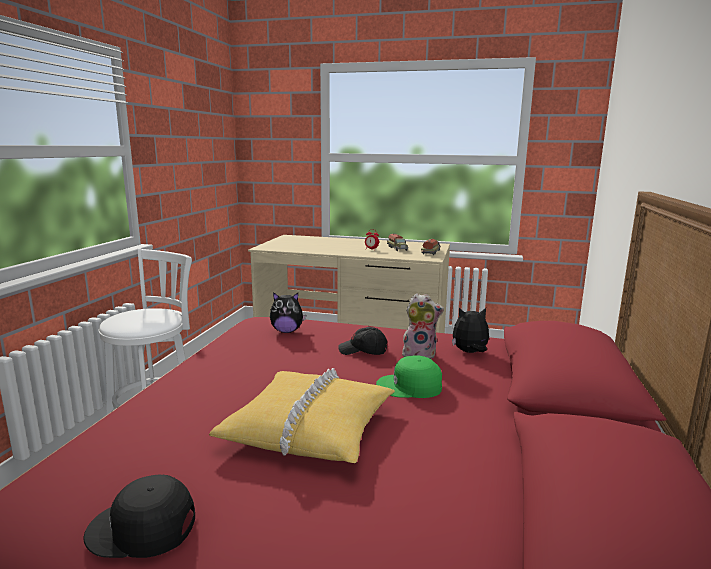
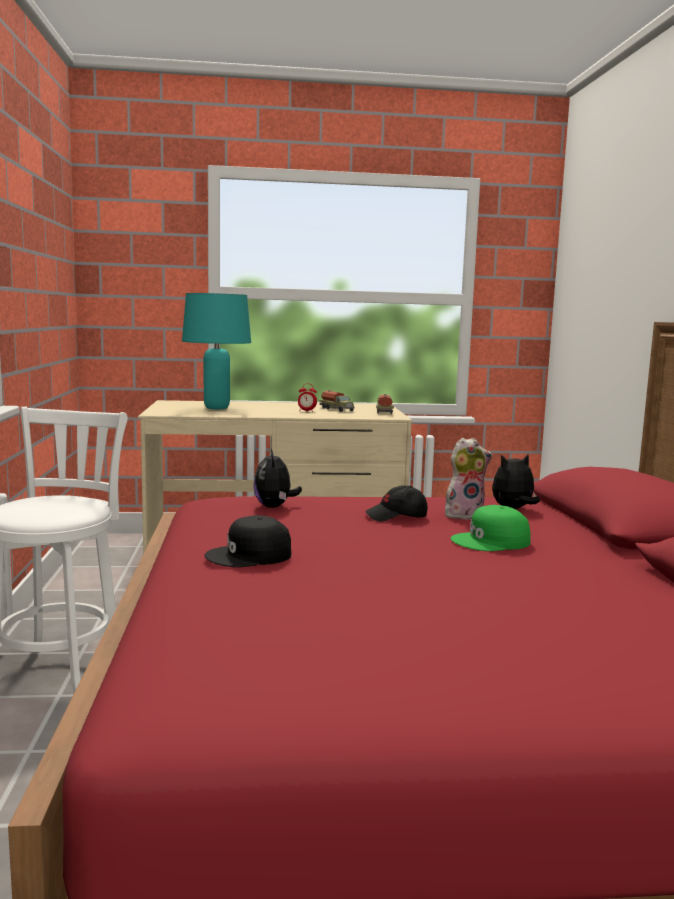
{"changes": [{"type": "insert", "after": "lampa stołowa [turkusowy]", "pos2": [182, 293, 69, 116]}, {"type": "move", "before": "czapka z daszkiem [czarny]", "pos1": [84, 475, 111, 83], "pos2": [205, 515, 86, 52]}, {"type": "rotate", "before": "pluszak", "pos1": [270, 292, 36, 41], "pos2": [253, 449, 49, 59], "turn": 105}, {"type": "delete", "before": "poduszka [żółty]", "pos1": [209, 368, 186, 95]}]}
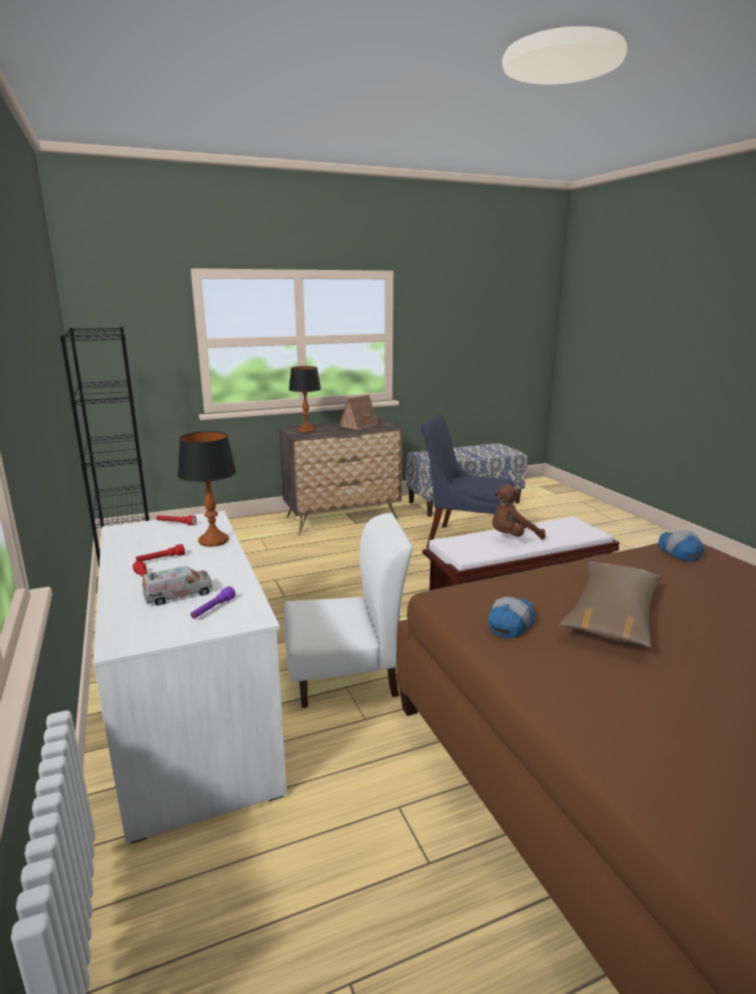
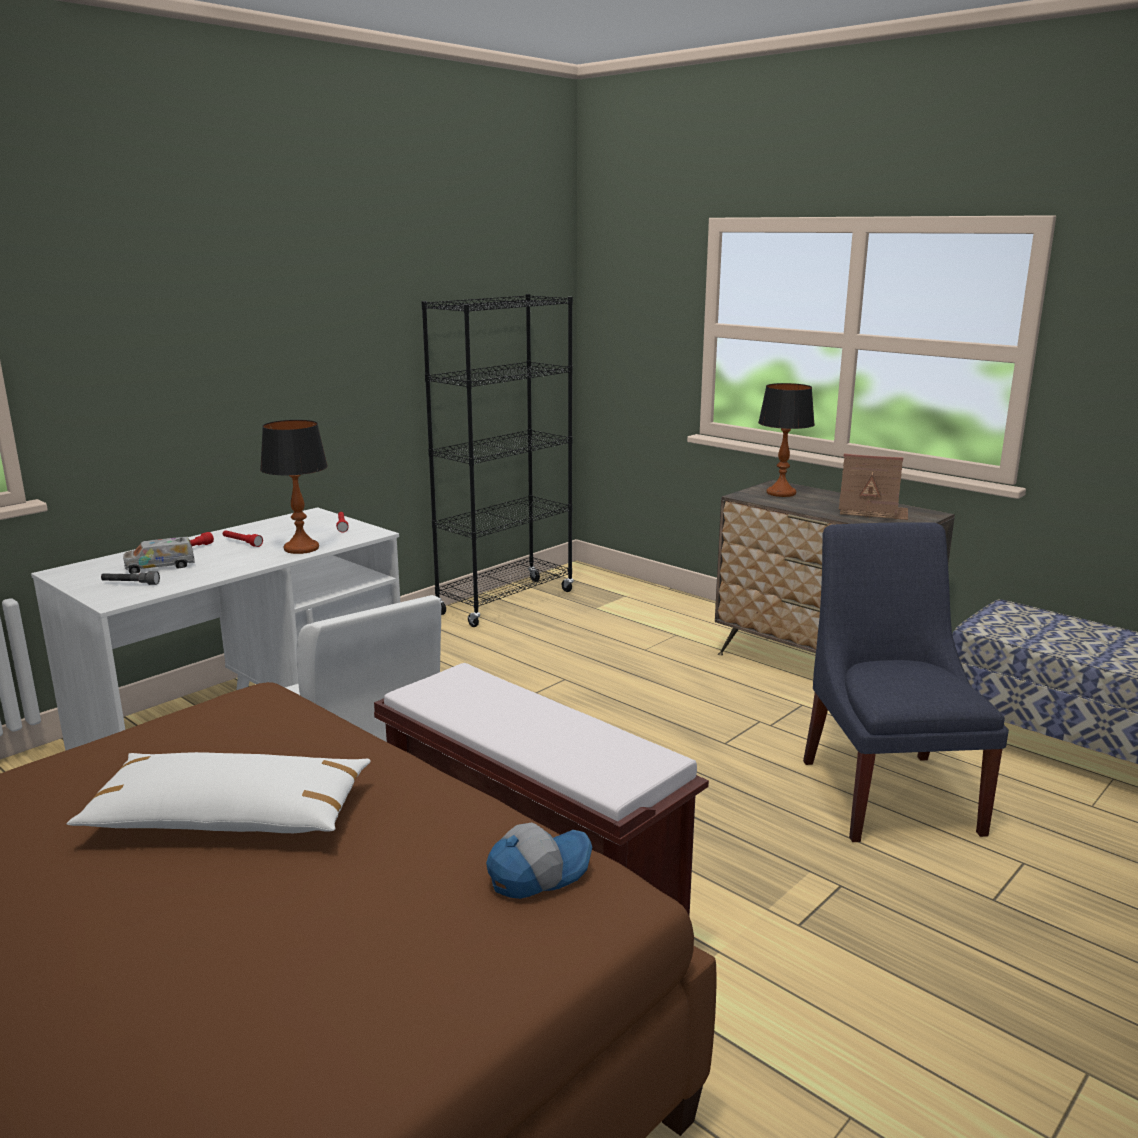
{"changes": [{"type": "recolor", "before": "poduszka [brązowy]", "after": "poduszka [biały]", "pos1": [559, 561, 103, 86], "pos2": [66, 752, 305, 81]}, {"type": "recolor", "before": "latarka [fioletowy]", "after": "latarka [szary]", "pos1": [190, 586, 46, 33], "pos2": [101, 571, 59, 14]}, {"type": "rotate", "before": "ciężarówka zabawkowa", "pos1": [142, 566, 71, 40], "pos2": [123, 537, 72, 37], "turn": 120}, {"type": "delete", "before": "czapka z daszkiem", "pos1": [488, 597, 48, 41]}, {"type": "delete", "before": "pluszak [brązowy]", "pos1": [492, 484, 54, 56]}]}
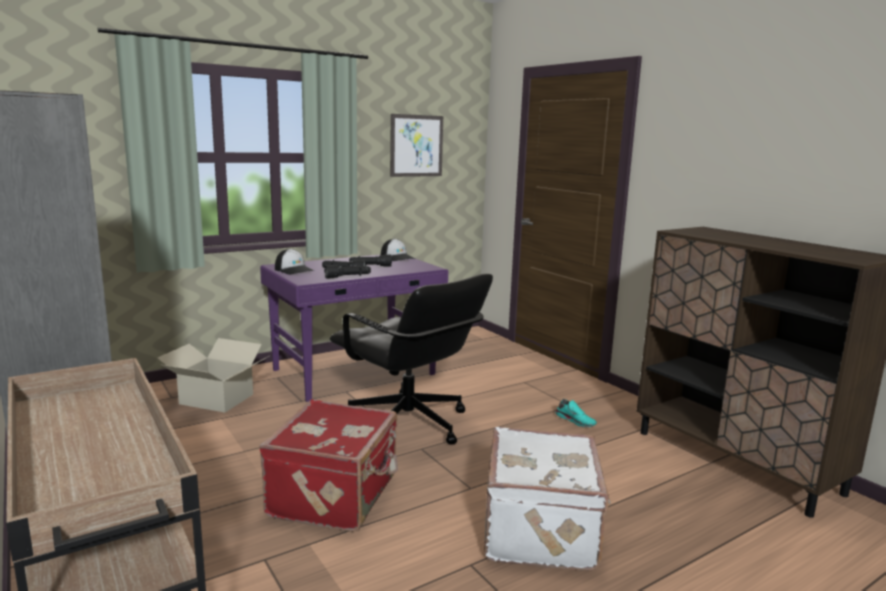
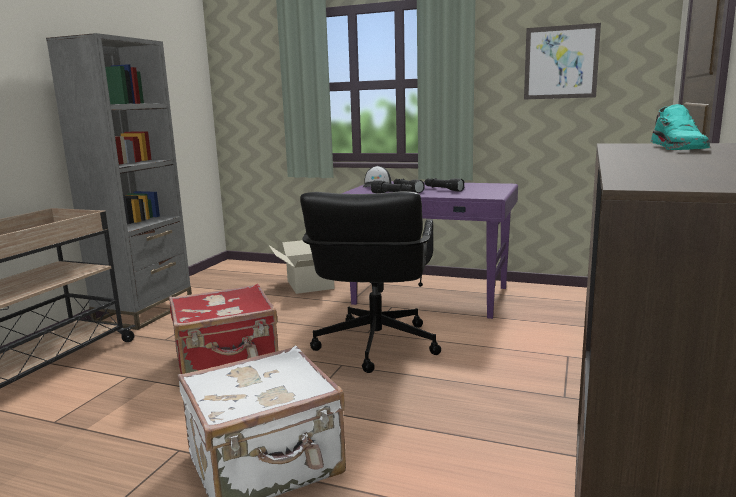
{"changes": [{"type": "move", "before": "but [turkusowy]", "pos1": [555, 399, 42, 28], "pos2": [651, 104, 59, 46]}, {"type": "delete", "before": "czapka z daszkiem", "pos1": [381, 239, 34, 22]}]}
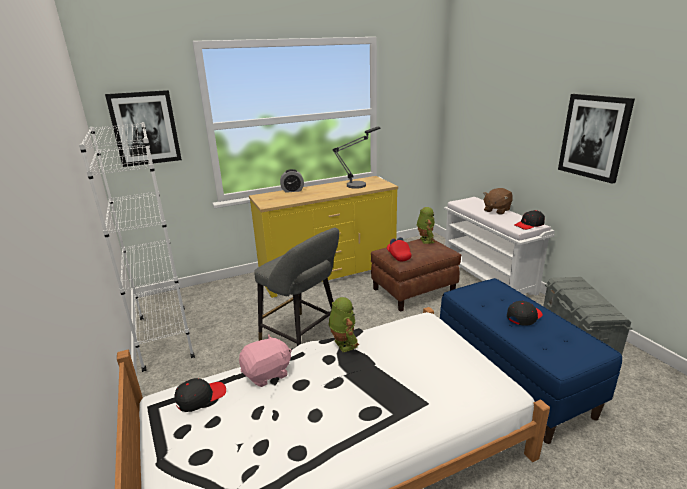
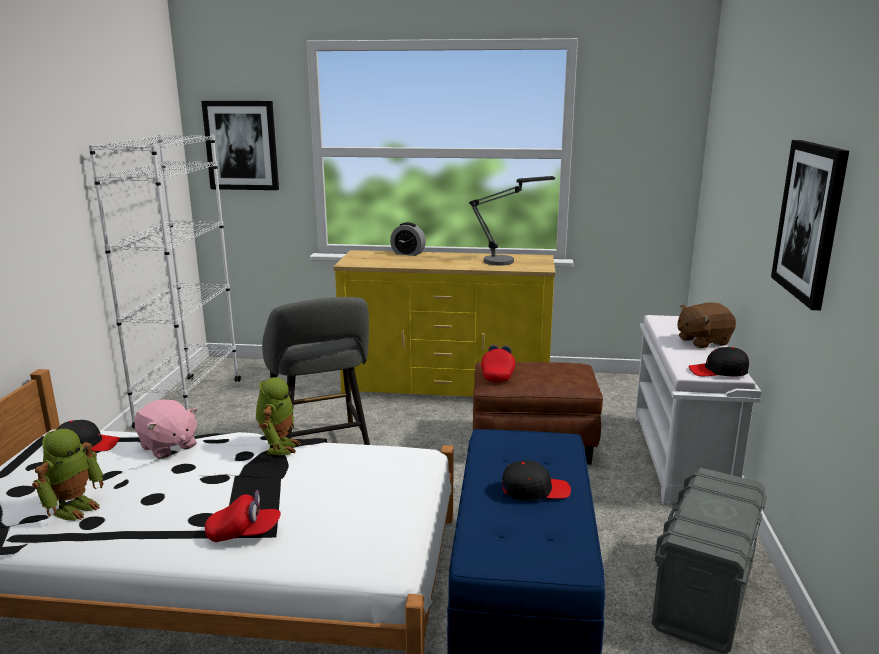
{"changes": [{"type": "move", "before": "robot zabawkowy", "pos1": [417, 207, 18, 37], "pos2": [32, 429, 72, 92]}, {"type": "rotate", "before": "pluszak [różowy]", "pos1": [239, 335, 53, 52], "pos2": [135, 400, 63, 59], "turn": 45}, {"type": "insert", "after": "czapka z daszkiem [czerwony]", "pos2": [205, 490, 76, 52]}]}
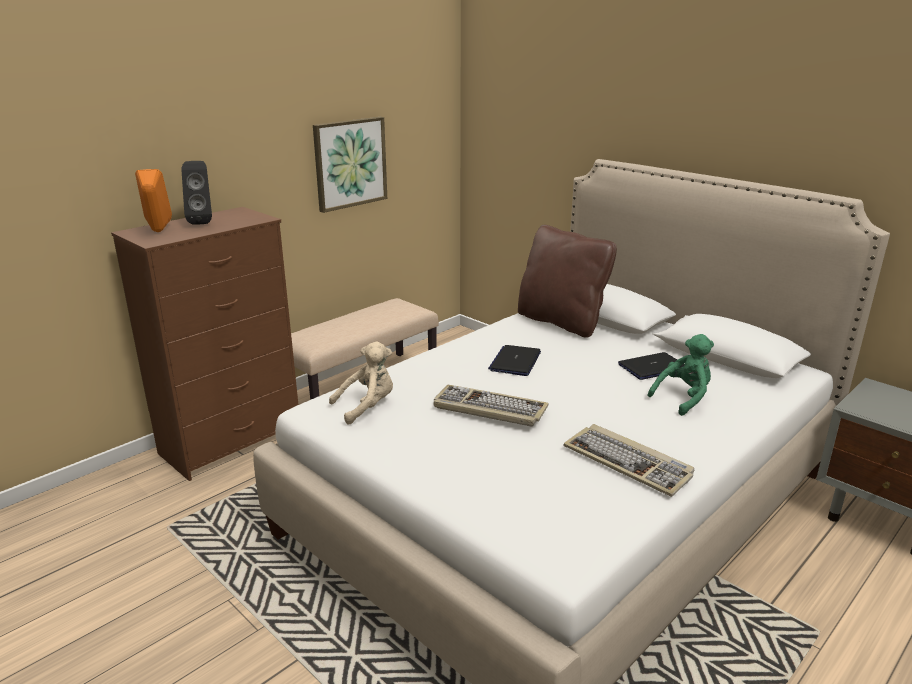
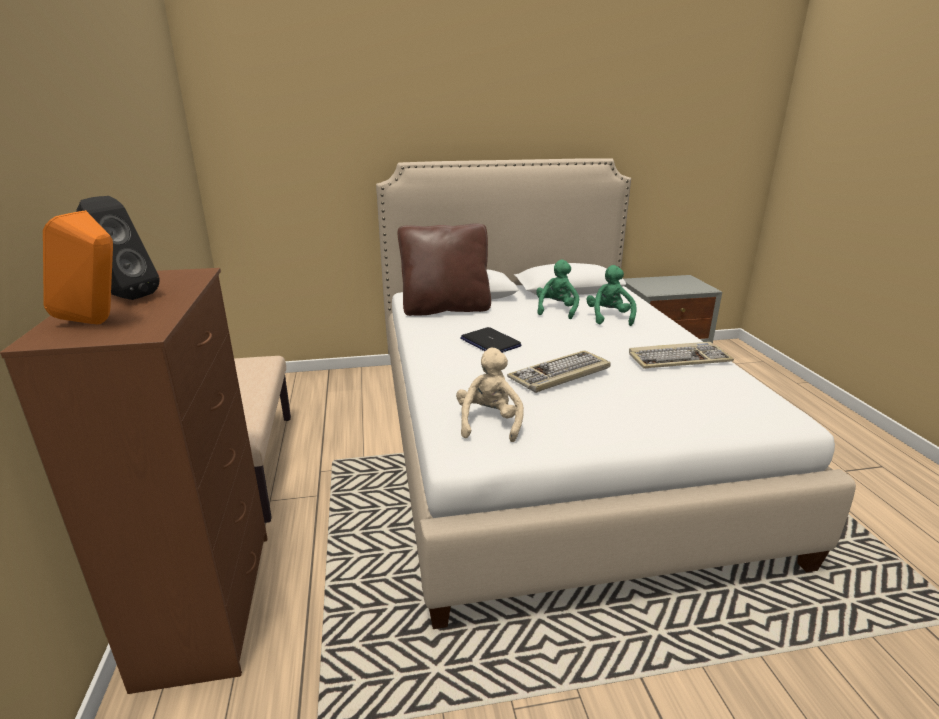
{"changes": [{"type": "replace", "before": "laptop", "after": "pluszak [zielony]", "pos1": [618, 352, 67, 28], "pos2": [536, 260, 43, 59]}, {"type": "delete", "before": "obraz", "pos1": [313, 117, 74, 96]}]}
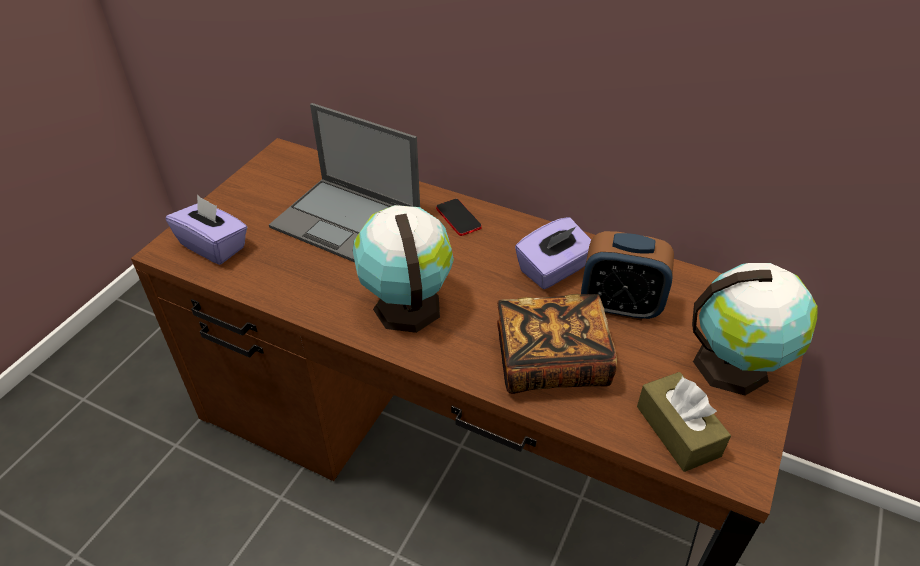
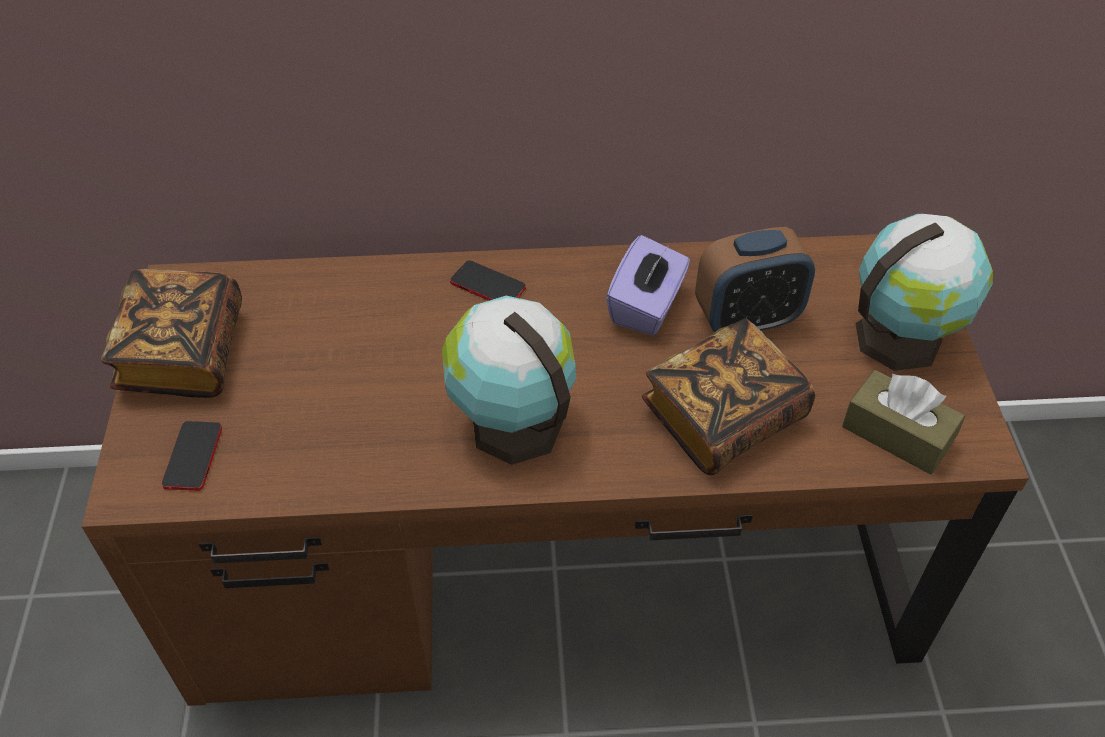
{"changes": [{"type": "insert", "after": "książka", "pos2": [101, 269, 141, 129]}, {"type": "replace", "before": "pudełko chusteczek [fioletowy]", "after": "telefon", "pos1": [166, 194, 81, 71], "pos2": [162, 421, 60, 70]}, {"type": "delete", "before": "laptop", "pos1": [269, 103, 151, 159]}]}
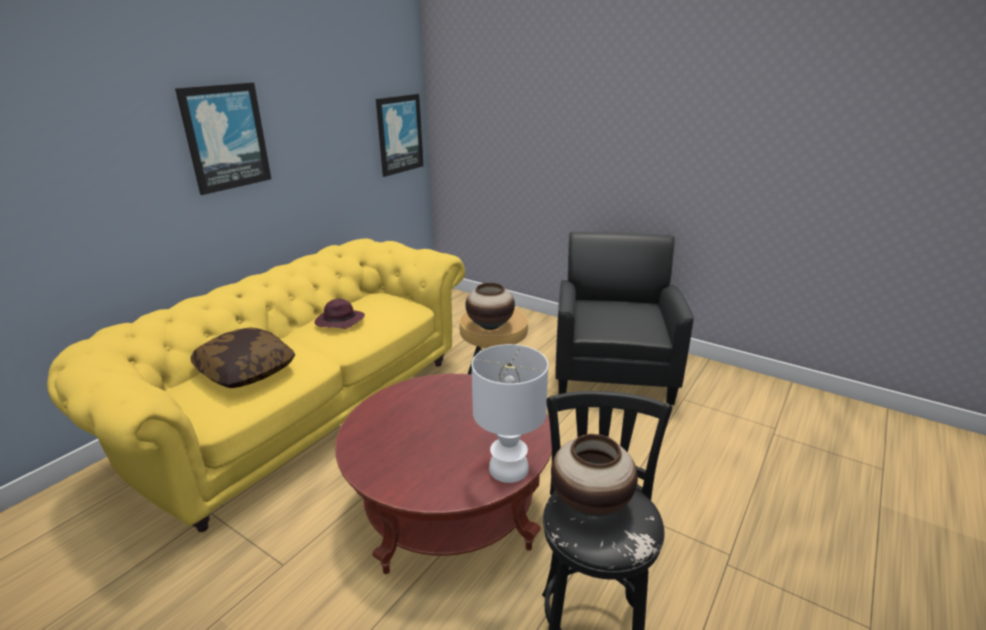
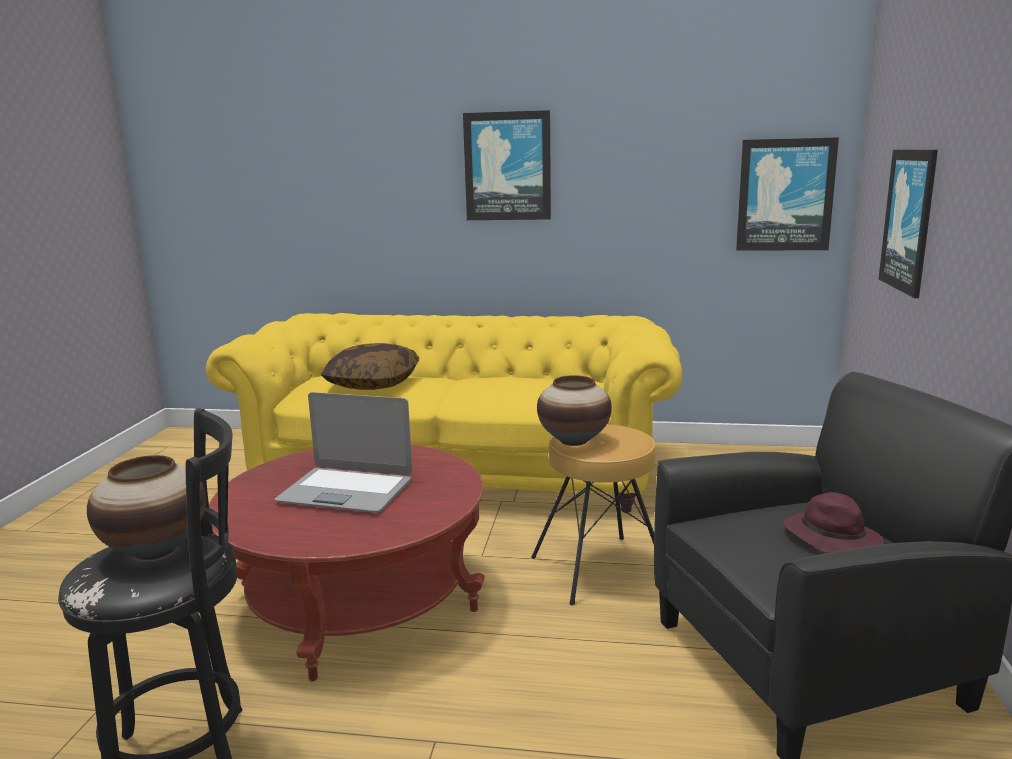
{"changes": [{"type": "insert", "after": "laptop", "pos2": [275, 392, 138, 121]}, {"type": "move", "before": "kapelusz [fioletowy]", "pos1": [314, 299, 51, 30], "pos2": [783, 492, 101, 60]}, {"type": "insert", "after": "obraz", "pos2": [879, 150, 59, 148]}, {"type": "delete", "before": "lampa stołowa [biały]", "pos1": [472, 344, 76, 139]}]}
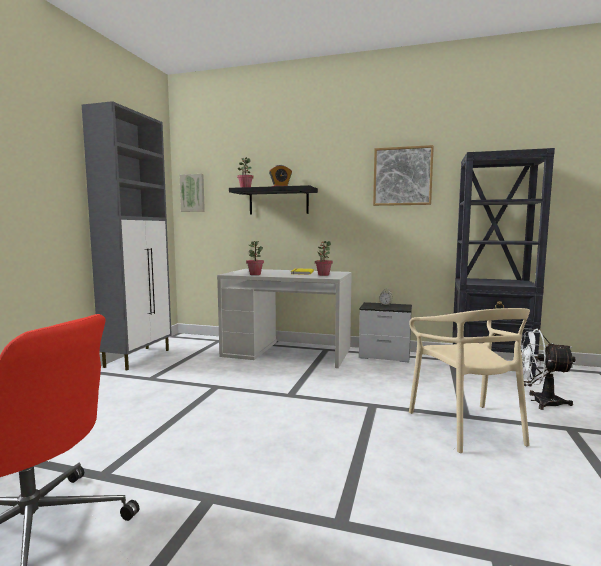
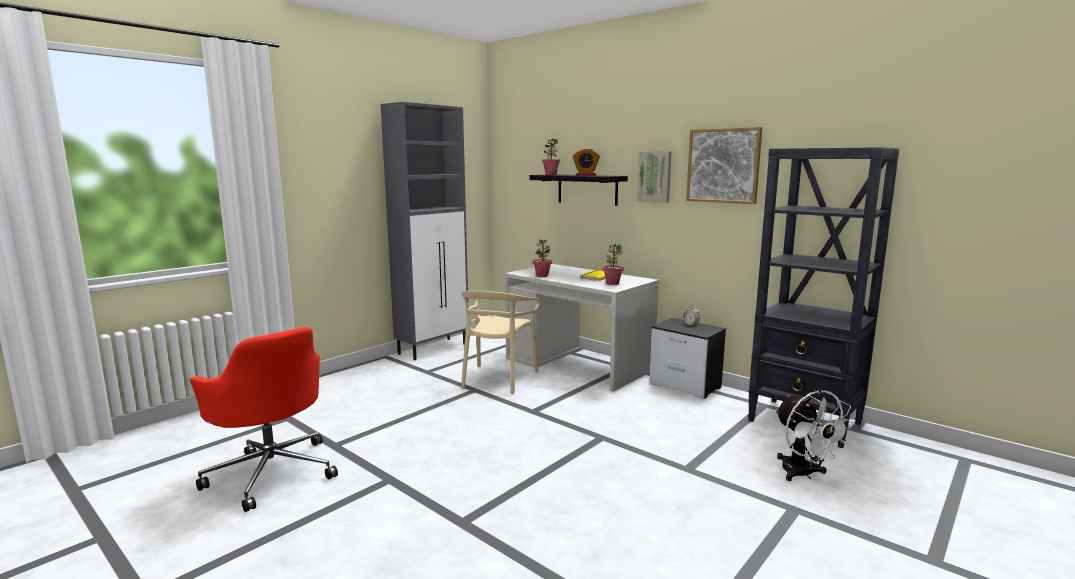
{"changes": [{"type": "move", "before": "krzesło [beżowy]", "pos1": [409, 308, 121, 145], "pos2": [461, 290, 80, 104]}, {"type": "move", "before": "obraz", "pos1": [180, 174, 25, 38], "pos2": [637, 151, 35, 52]}, {"type": "rotate", "before": "wentylator [biały]", "pos1": [521, 328, 54, 82], "pos2": [775, 390, 80, 91], "turn": -150}]}
